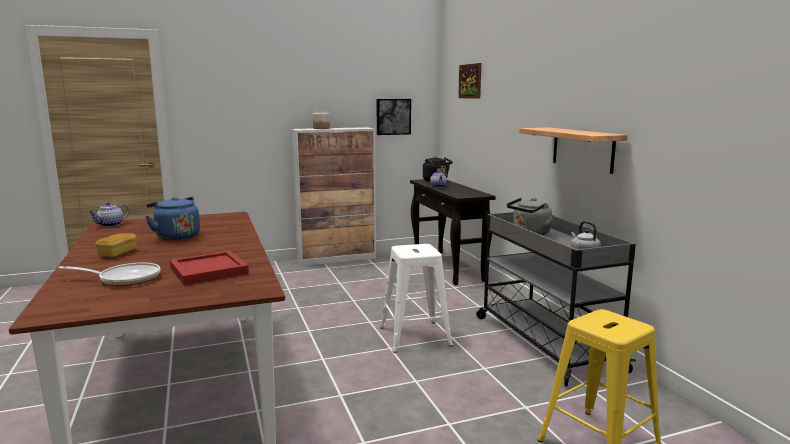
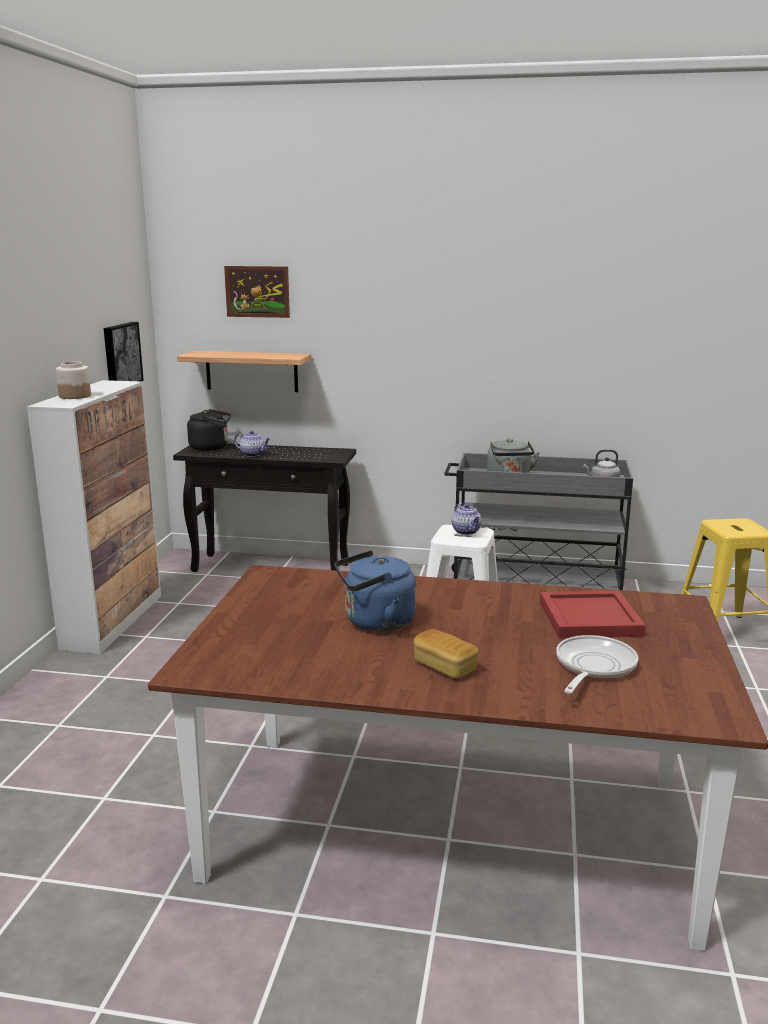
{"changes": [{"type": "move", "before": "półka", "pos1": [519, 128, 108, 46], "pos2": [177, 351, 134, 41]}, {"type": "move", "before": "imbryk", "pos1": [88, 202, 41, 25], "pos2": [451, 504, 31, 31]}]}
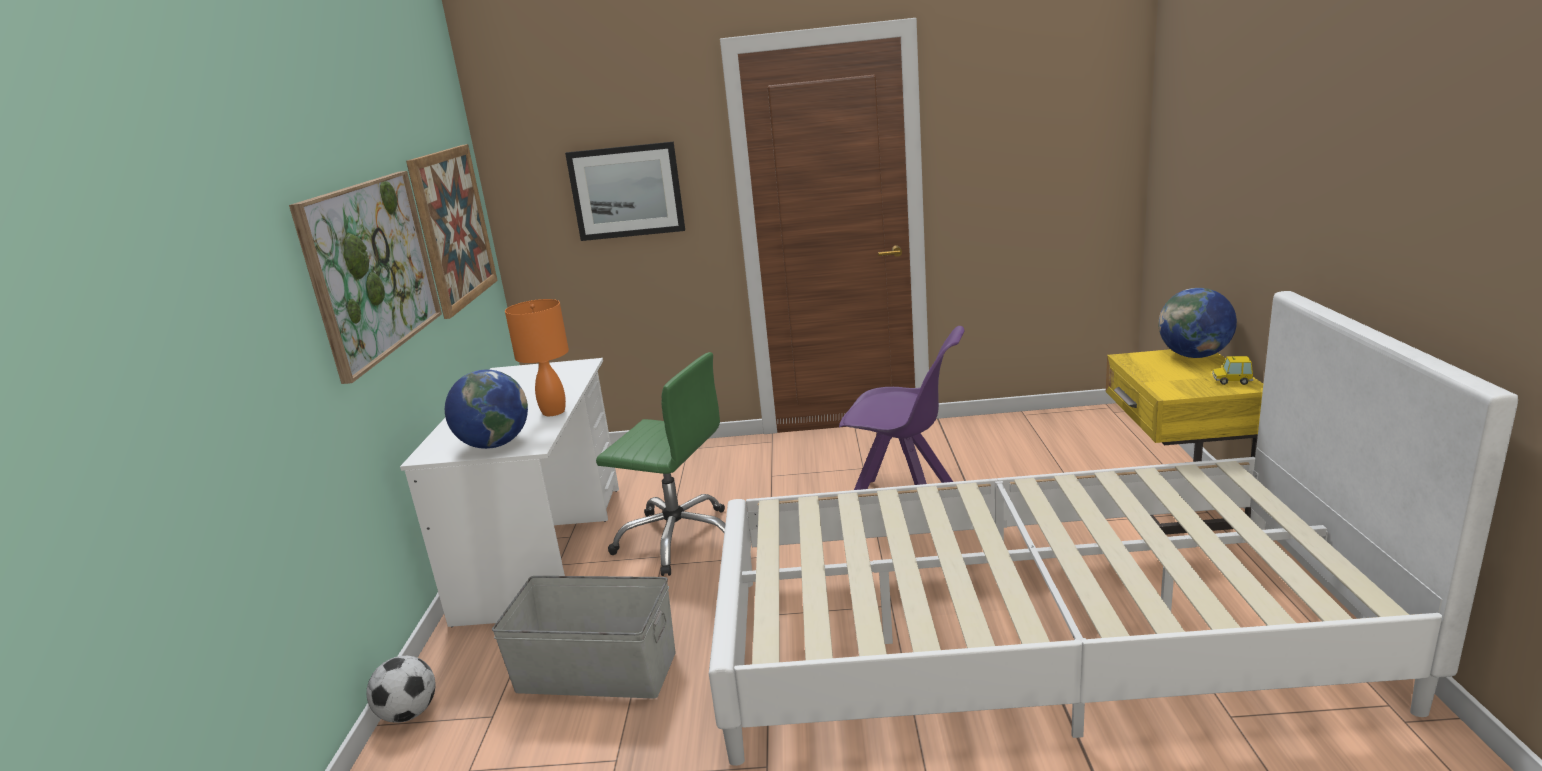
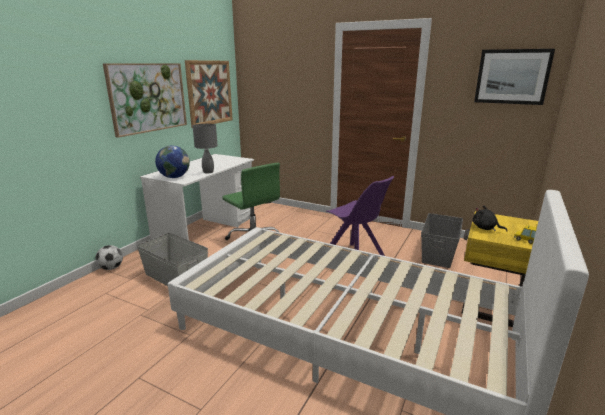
{"changes": [{"type": "recolor", "before": "lampa stołowa [pomarańczowy]", "after": "lampa stołowa [szary]", "pos1": [505, 299, 64, 117], "pos2": [193, 124, 25, 50]}, {"type": "insert", "after": "pojemnik do przechowywania [szary]", "pos2": [421, 213, 42, 55]}, {"type": "insert", "after": "pluszak [czarny]", "pos2": [473, 205, 35, 27]}, {"type": "move", "before": "obraz", "pos1": [565, 142, 120, 99], "pos2": [474, 49, 81, 56]}, {"type": "delete", "before": "globus", "pos1": [1158, 288, 79, 70]}]}
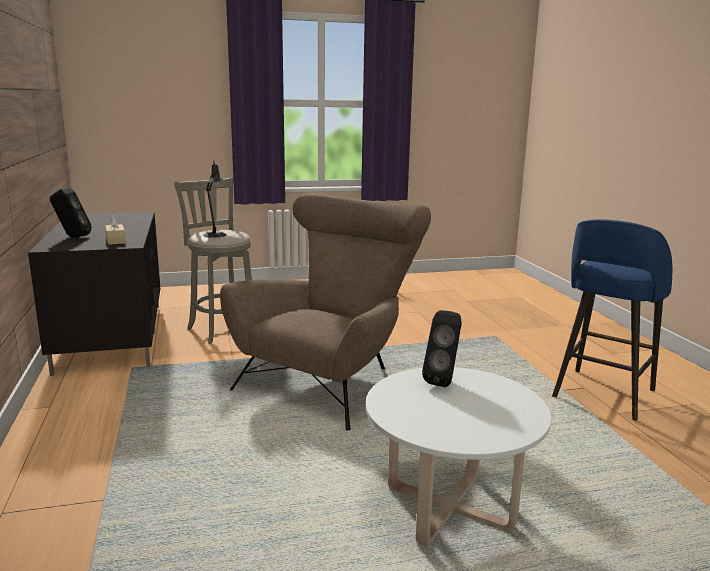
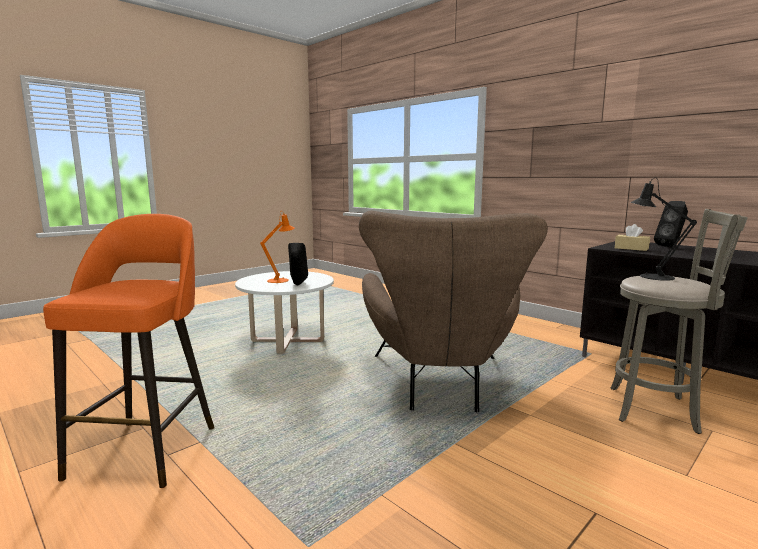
{"changes": [{"type": "recolor", "before": "stołek [niebieski]", "after": "stołek [pomarańczowy]", "pos1": [552, 219, 120, 202], "pos2": [43, 214, 172, 274]}, {"type": "insert", "after": "lampa stołowa [pomarańczowy]", "pos2": [260, 211, 35, 72]}]}
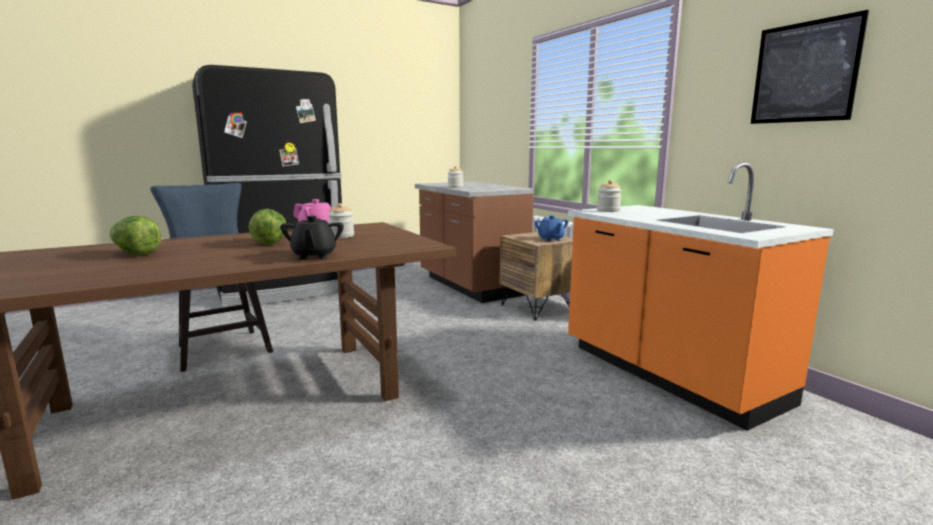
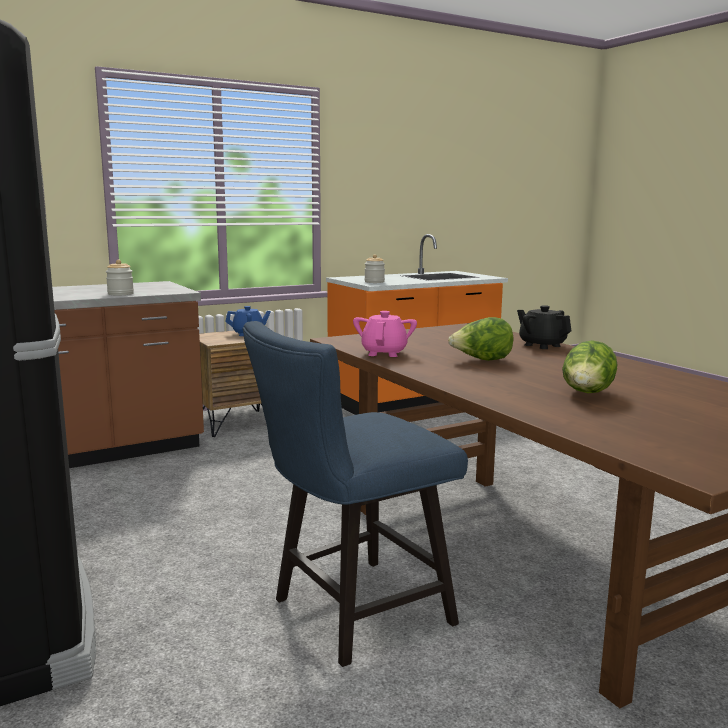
{"changes": [{"type": "rotate", "before": "imbryk [czarny]", "pos1": [280, 216, 64, 44], "pos2": [517, 305, 54, 44], "turn": -120}, {"type": "delete", "before": "słoik", "pos1": [328, 203, 26, 35]}, {"type": "delete", "before": "obraz", "pos1": [751, 10, 118, 114]}]}
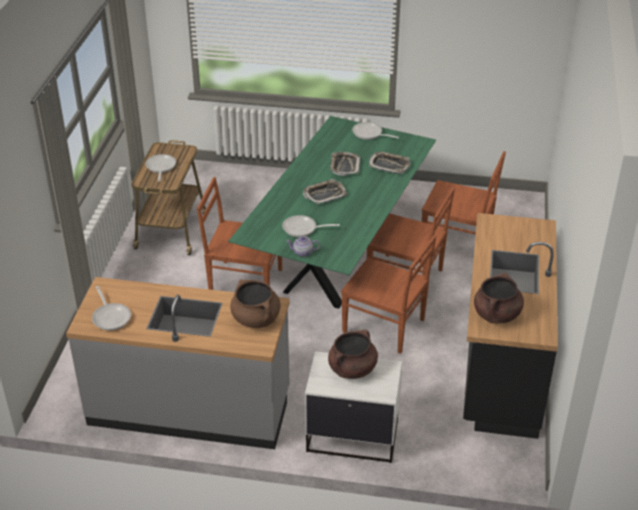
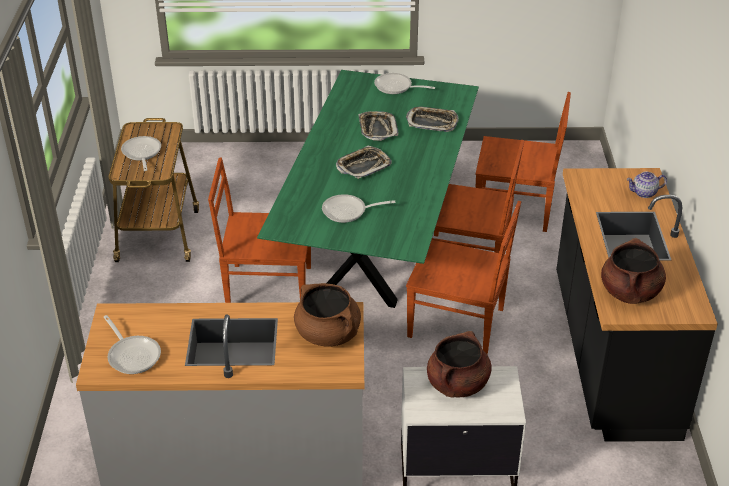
{"changes": [{"type": "move", "before": "imbryk", "pos1": [286, 236, 34, 21], "pos2": [626, 172, 41, 26]}]}
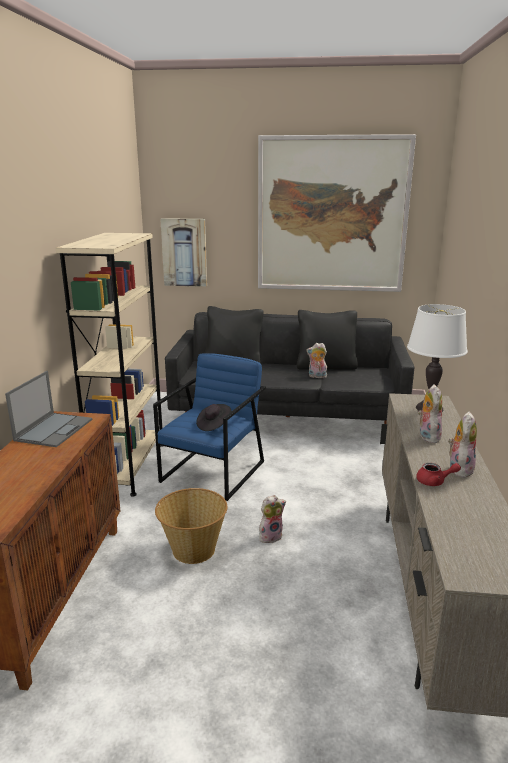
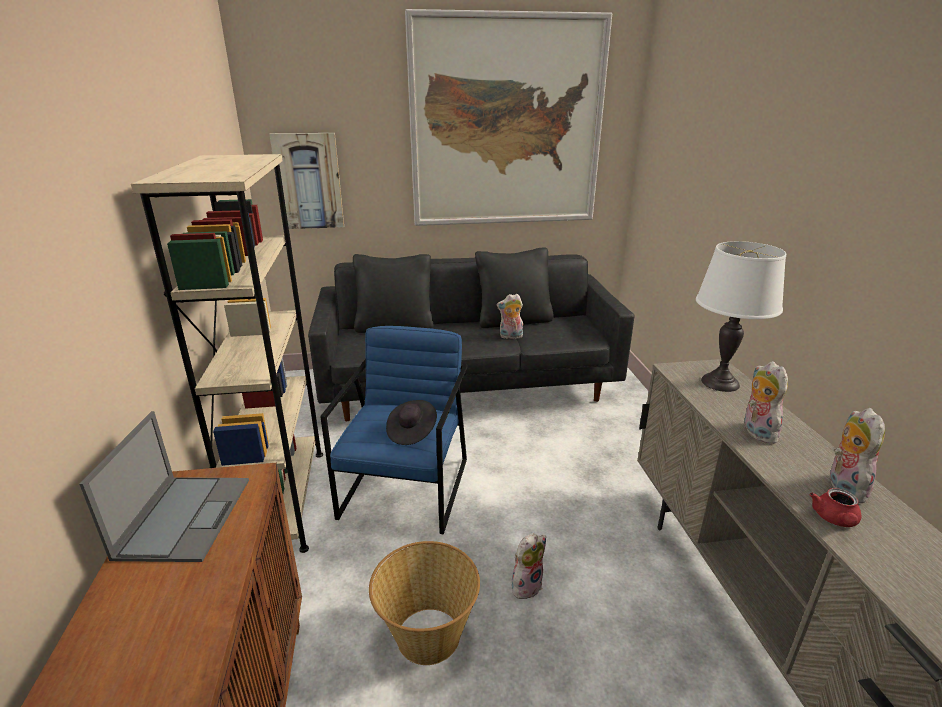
{"changes": [{"type": "rotate", "before": "imbryk [czerwony]", "pos1": [416, 463, 45, 23], "pos2": [810, 488, 51, 39], "turn": 120}]}
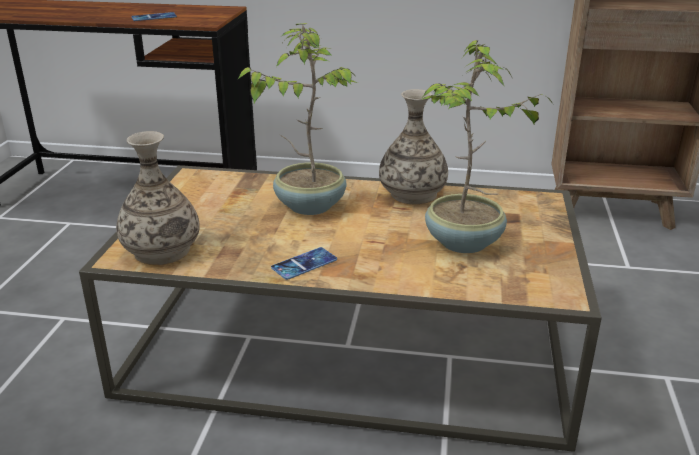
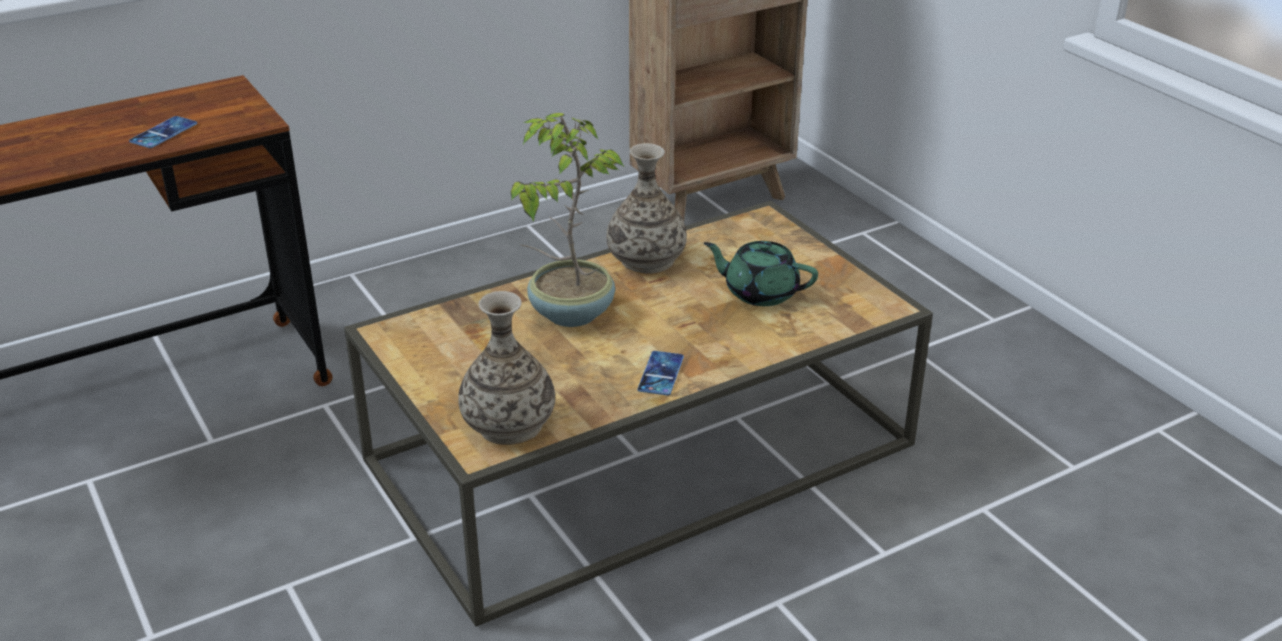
{"changes": [{"type": "replace", "before": "roślina doniczkowa", "after": "imbryk [zielony]", "pos1": [421, 40, 133, 213], "pos2": [704, 241, 114, 65]}]}
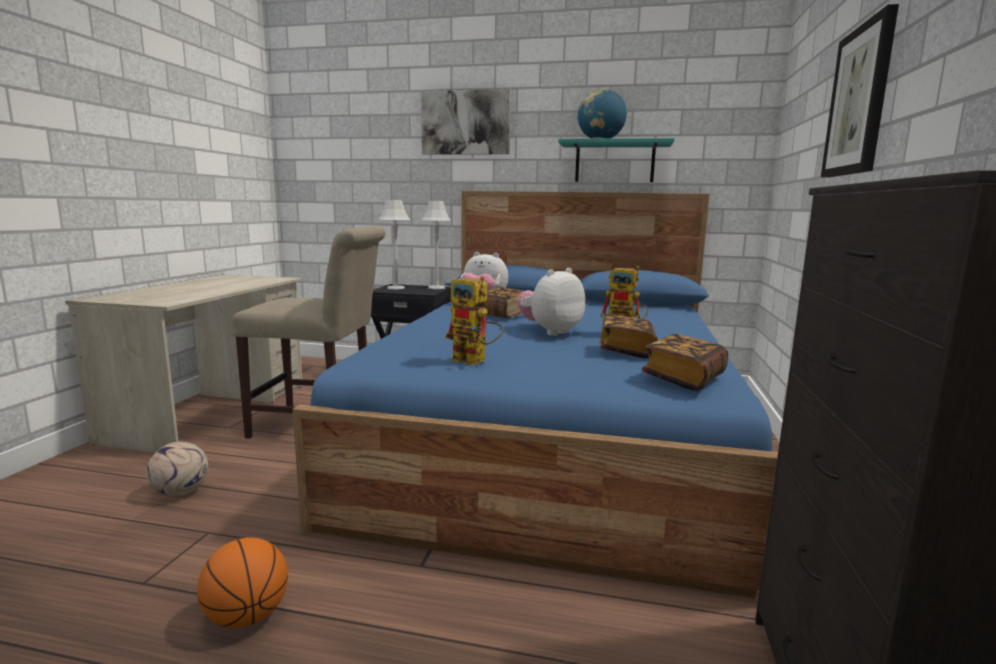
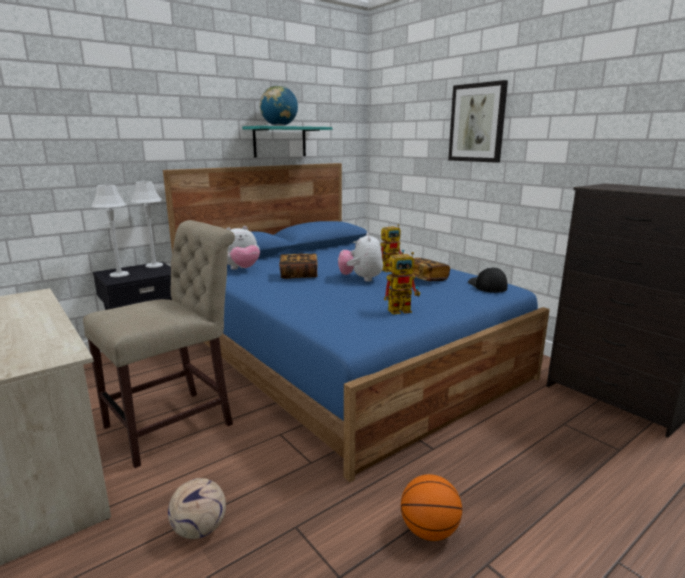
{"changes": [{"type": "replace", "before": "książka", "after": "czapka z daszkiem", "pos1": [642, 334, 86, 56], "pos2": [468, 267, 40, 26]}, {"type": "delete", "before": "obraz", "pos1": [421, 89, 90, 66]}]}
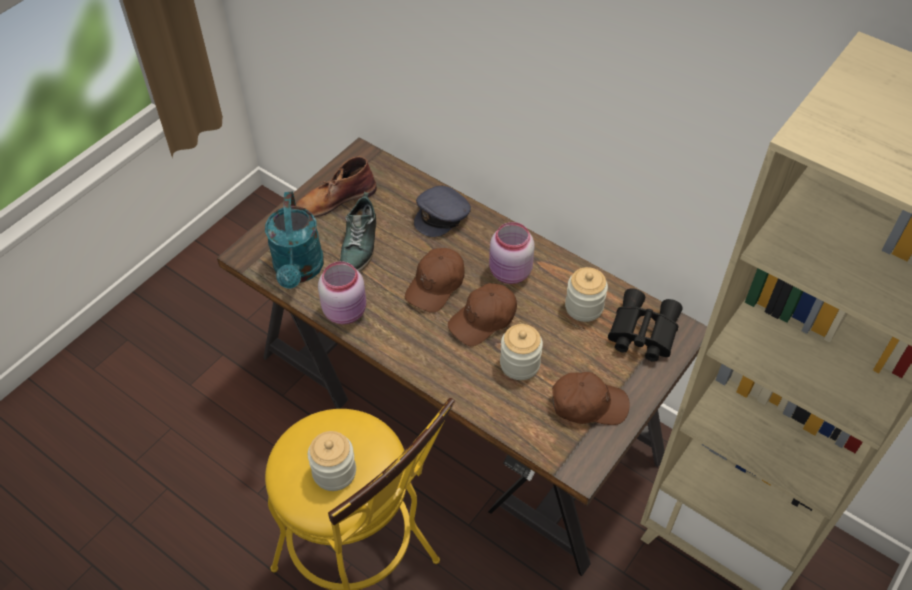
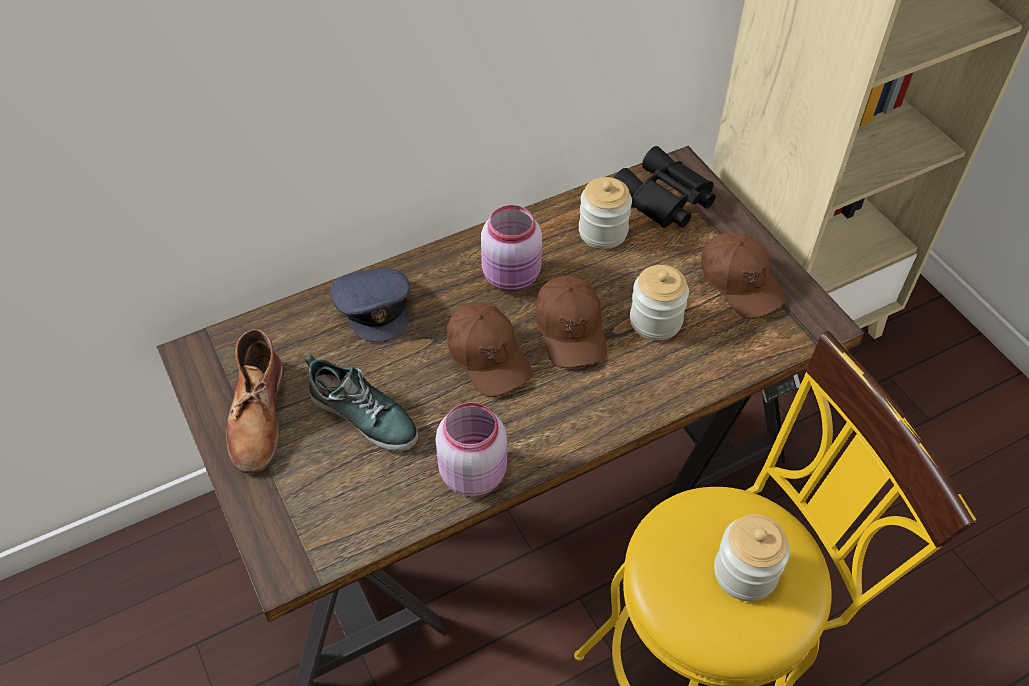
{"changes": [{"type": "rotate", "before": "czapka z daszkiem [brązowy]", "pos1": [552, 372, 78, 53], "pos2": [701, 232, 85, 87], "turn": 120}, {"type": "delete", "before": "konewka [turkusowy]", "pos1": [265, 192, 59, 97]}]}
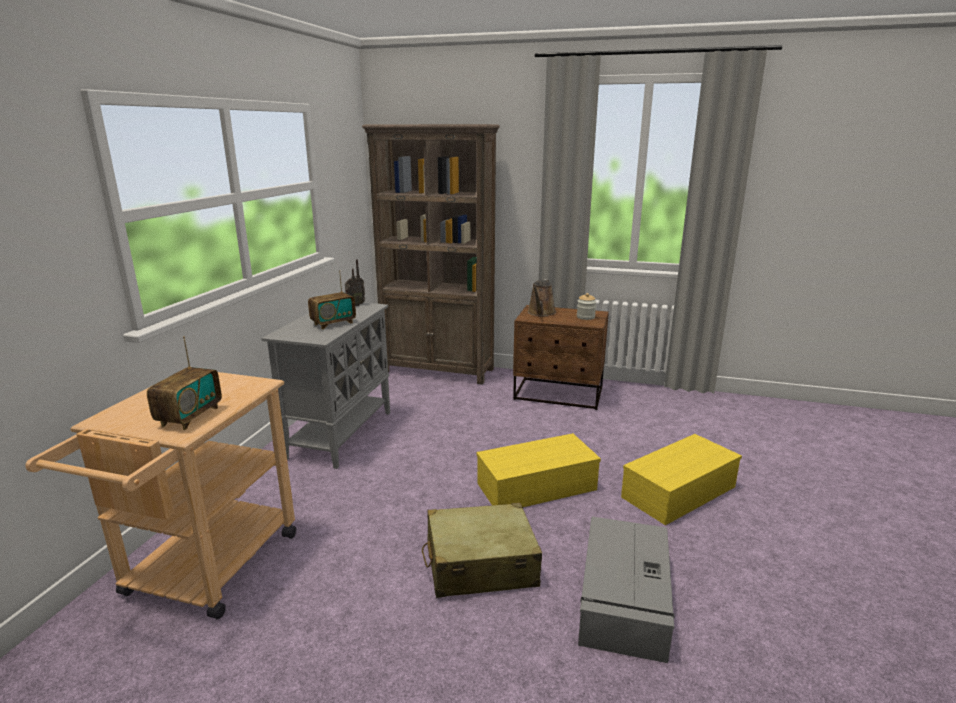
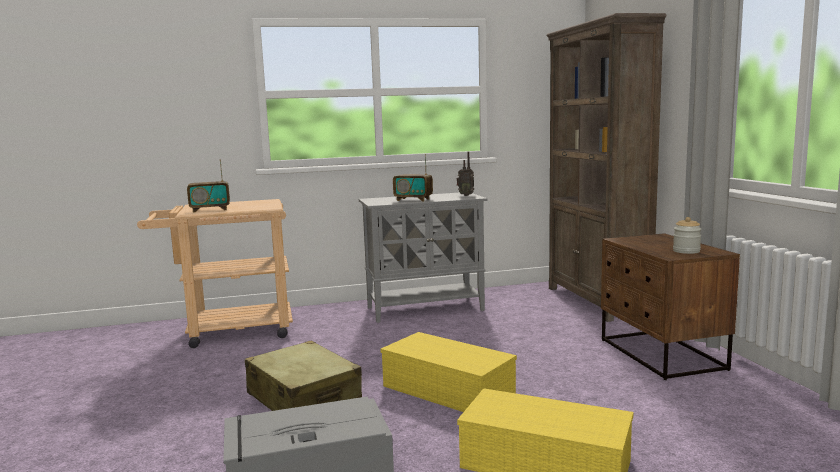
{"changes": [{"type": "delete", "before": "konewka [brązowy]", "pos1": [527, 279, 29, 37]}]}
